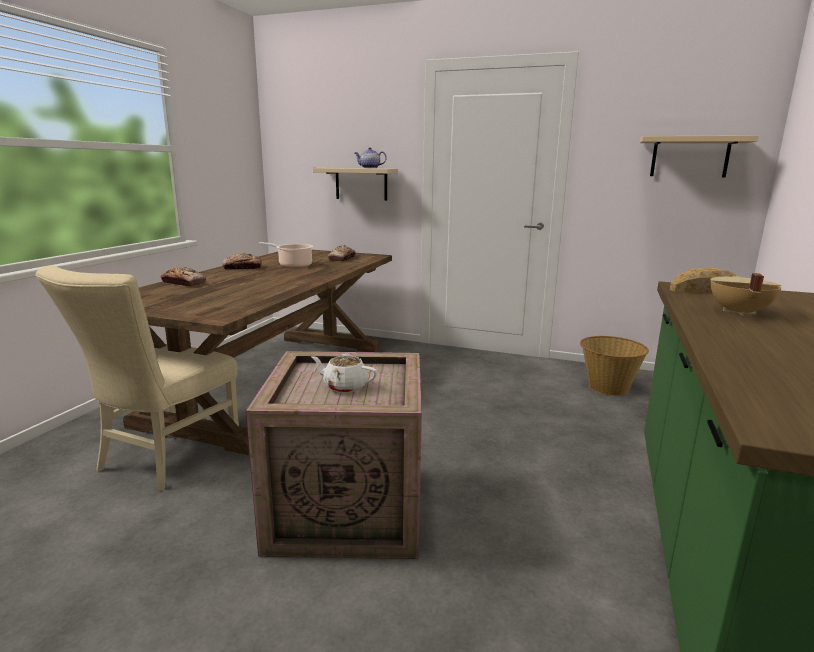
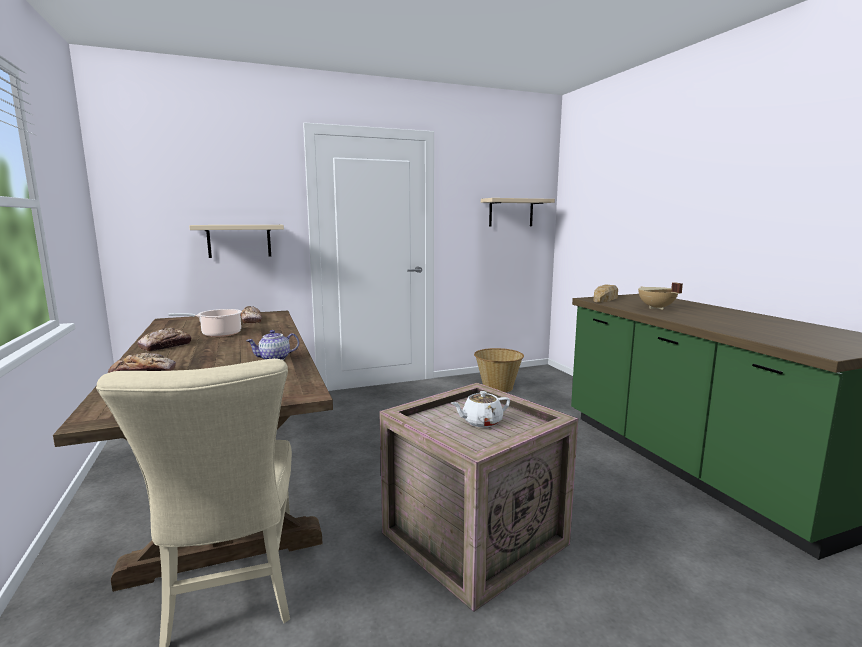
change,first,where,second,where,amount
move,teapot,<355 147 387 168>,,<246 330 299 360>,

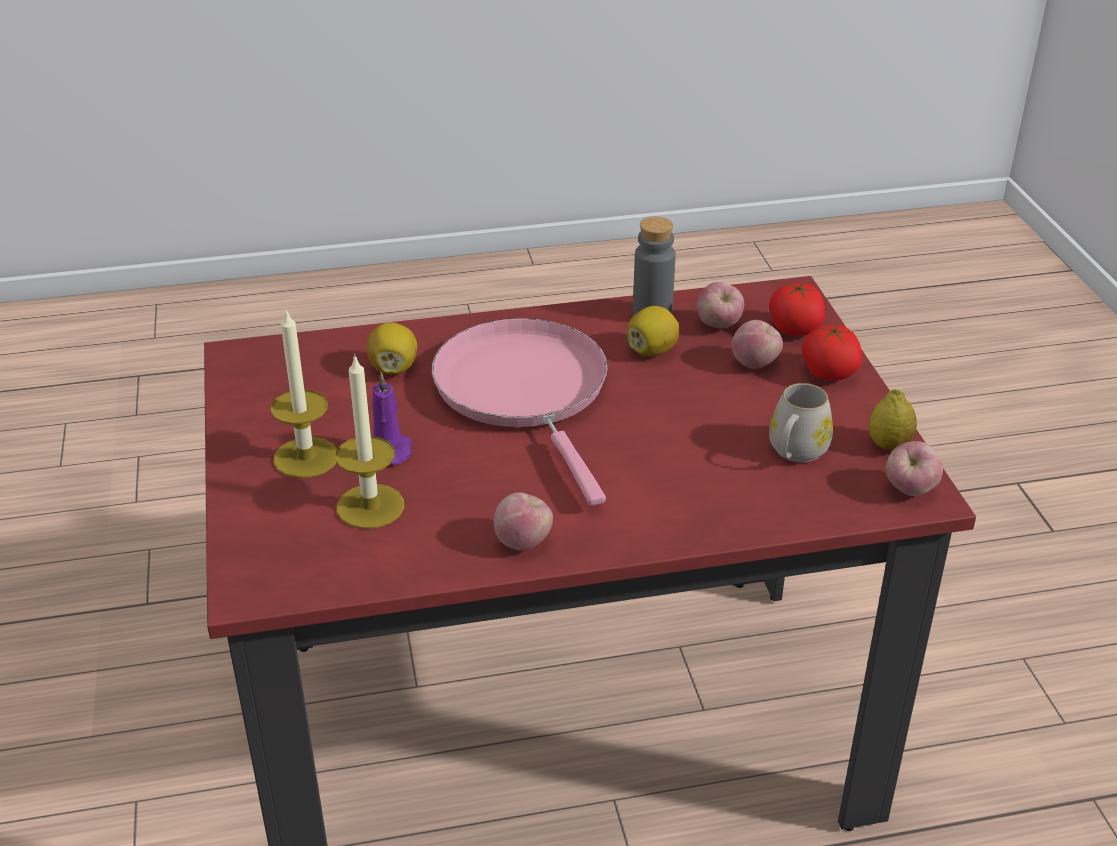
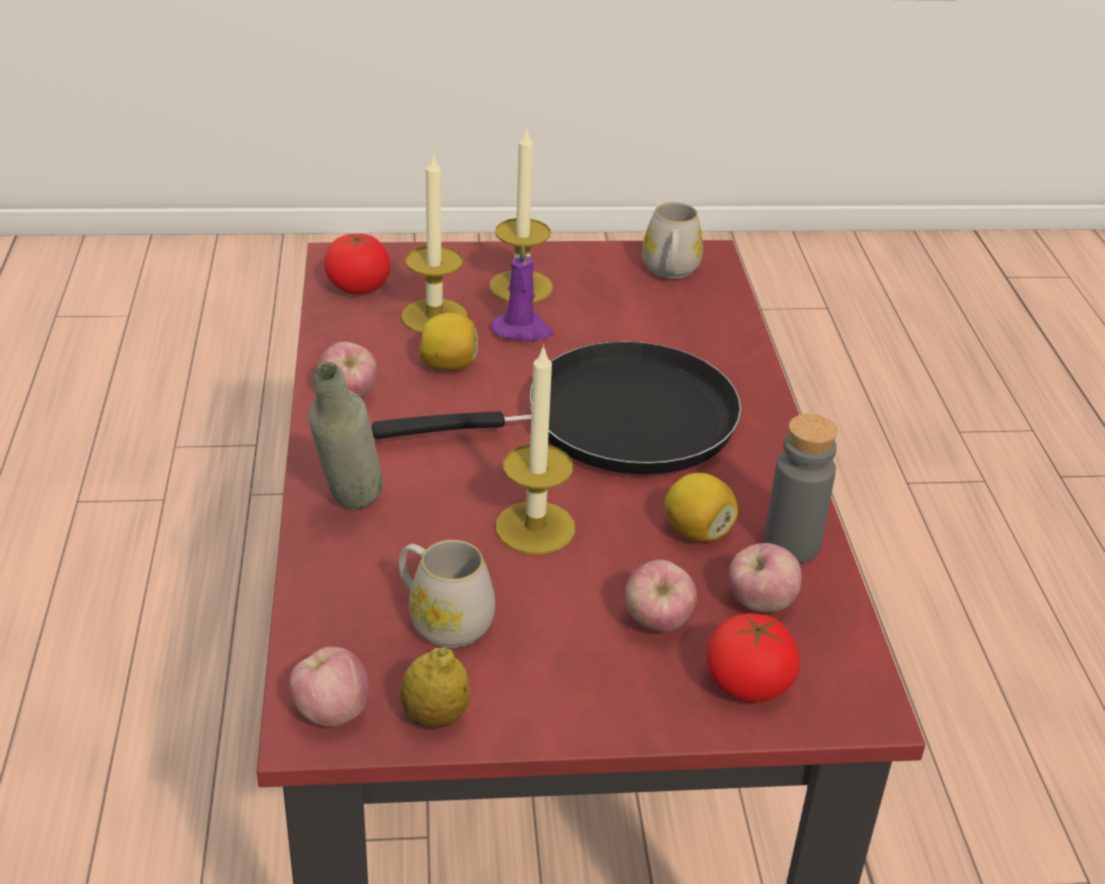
change,first,where,second,where,amount
insert,,,bottle in grey,<309 362 383 509>,
move,tomato,<802 323 862 380>,,<324 234 390 294>,
recolor,frying pan in pink,<431 318 608 506>,frying pan in black,<372 341 742 475>,
move,lemon,<367 322 417 375>,,<419 313 478 371>,
insert,,,candle,<496 344 575 554>,
insert,,,mug in white,<642 202 703 279>,

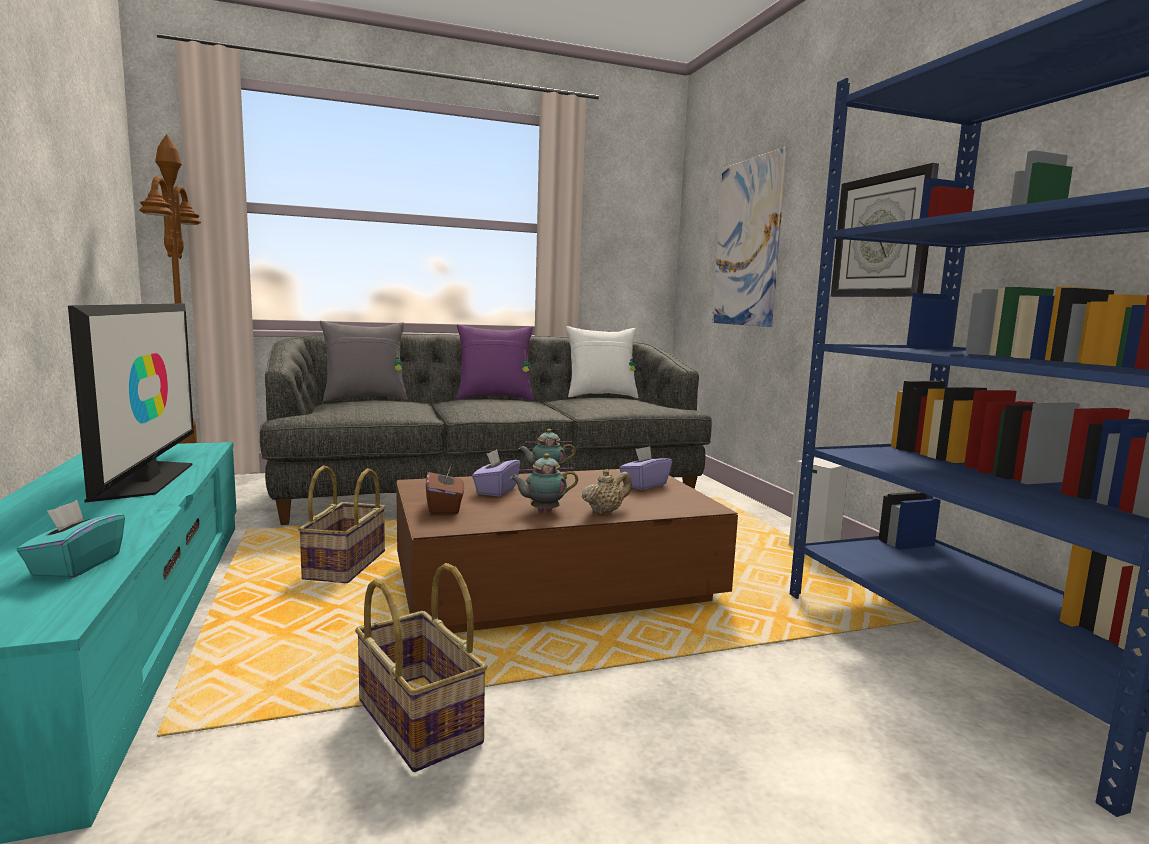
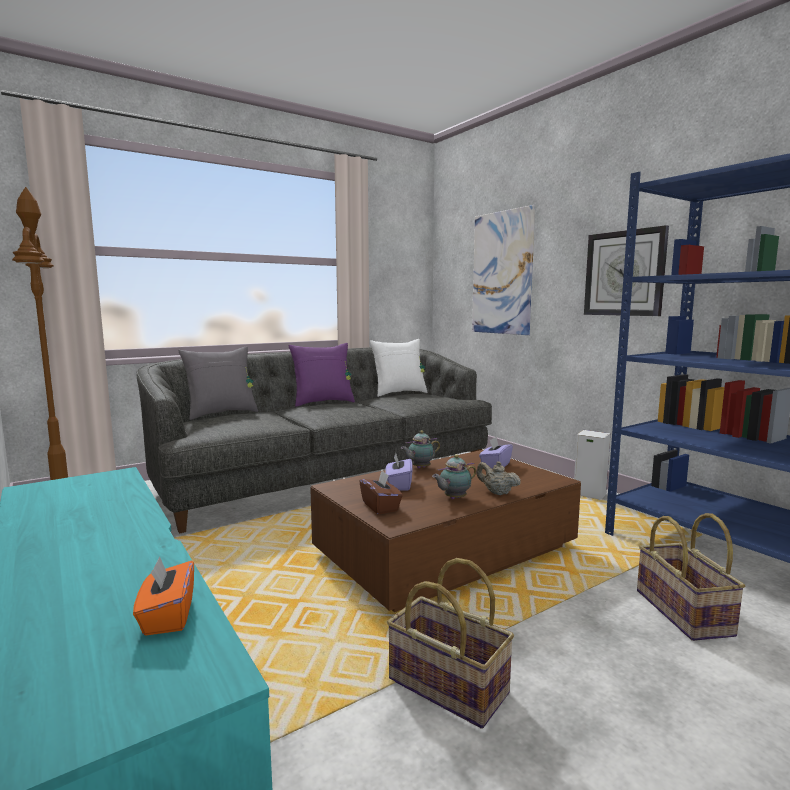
change,first,where,second,where,amount
recolor,tissue box in turquoise,<17 500 125 579>,tissue box in orange,<133 556 194 636>,
rotate,teapot in beige,<582 469 632 514>,,<476 461 521 495>,90 degrees counterclockwise
move,basket,<298 465 386 583>,,<637 513 745 641>,
delete,television,<68 303 194 503>,,,

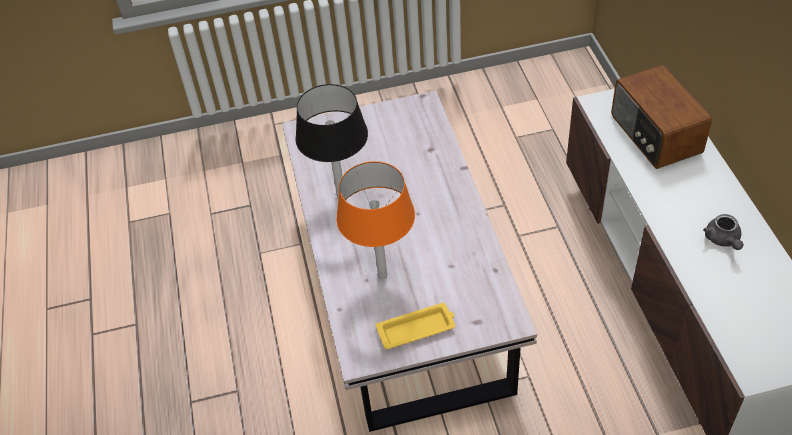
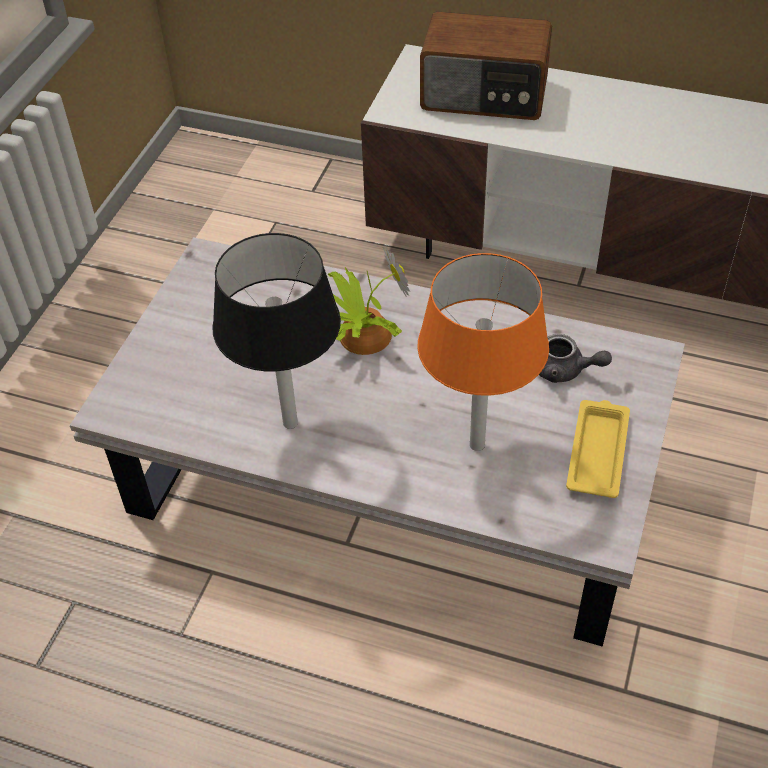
change,first,where,second,where,amount
insert,,,potted plant,<328 247 410 355>,
move,teapot in grey,<703 214 743 250>,,<539 334 612 383>,

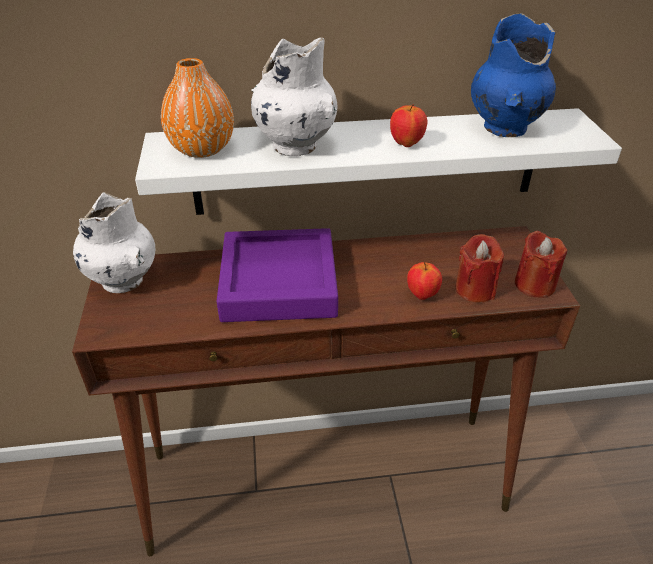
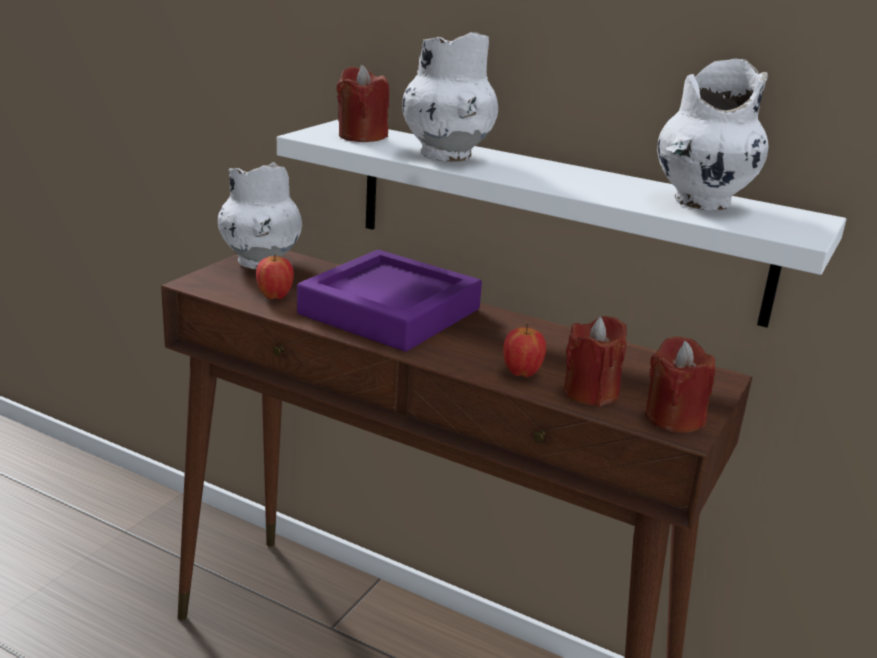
change,first,where,second,where,amount
move,apple,<390 104 427 147>,,<256 254 294 299>,
replace,vase in orange,<161 58 234 158>,candle in red,<337 65 389 142>,
recolor,vase in blue,<471 13 556 137>,vase in white,<657 59 768 210>,

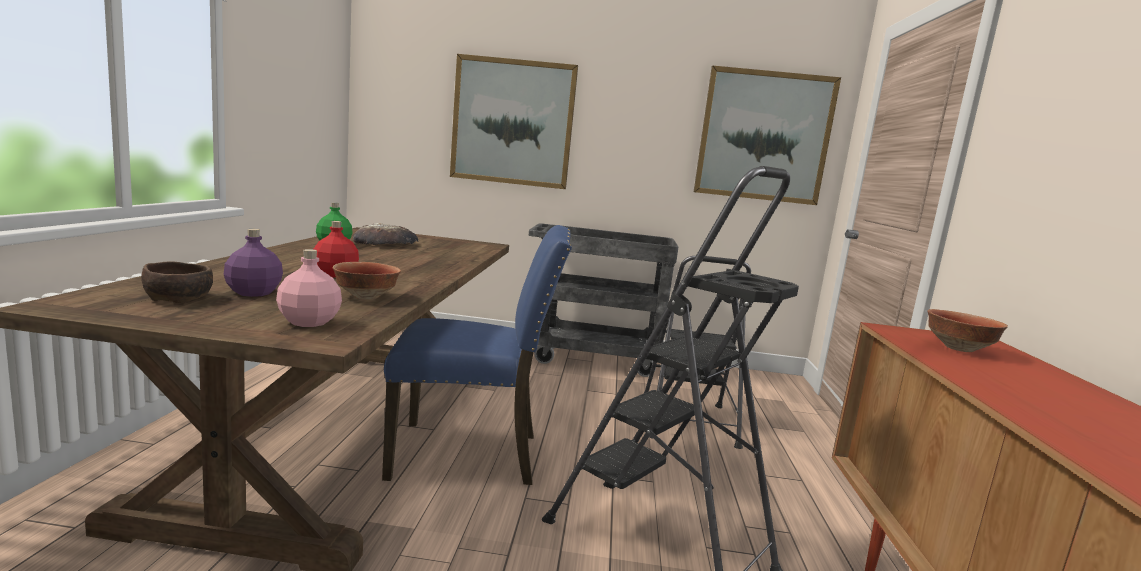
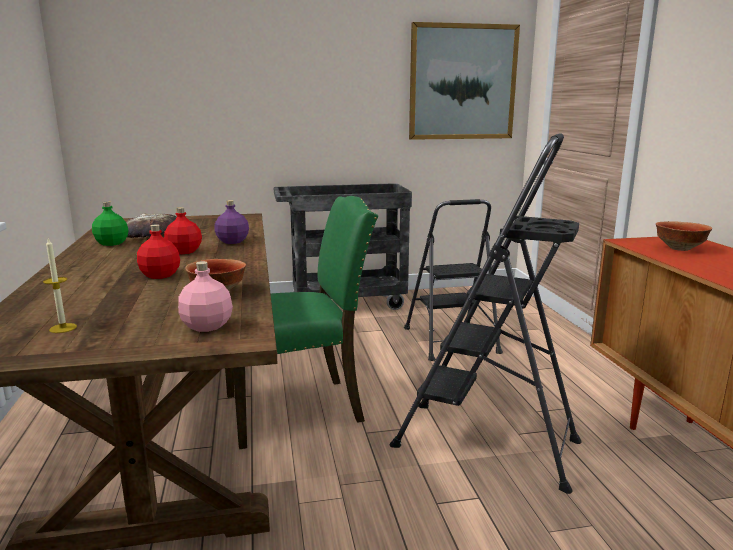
change,first,where,second,where,amount
replace,bowl in brown,<141 261 213 303>,candle,<43 239 77 333>,
insert,,,bottle in red,<164 207 202 254>,
move,bottle in purple,<224 229 283 297>,,<214 200 249 244>,
recolor,chair in blue,<382 225 572 485>,chair in green,<225 196 378 449>,
delete,picture,<450 54 578 189>,,,

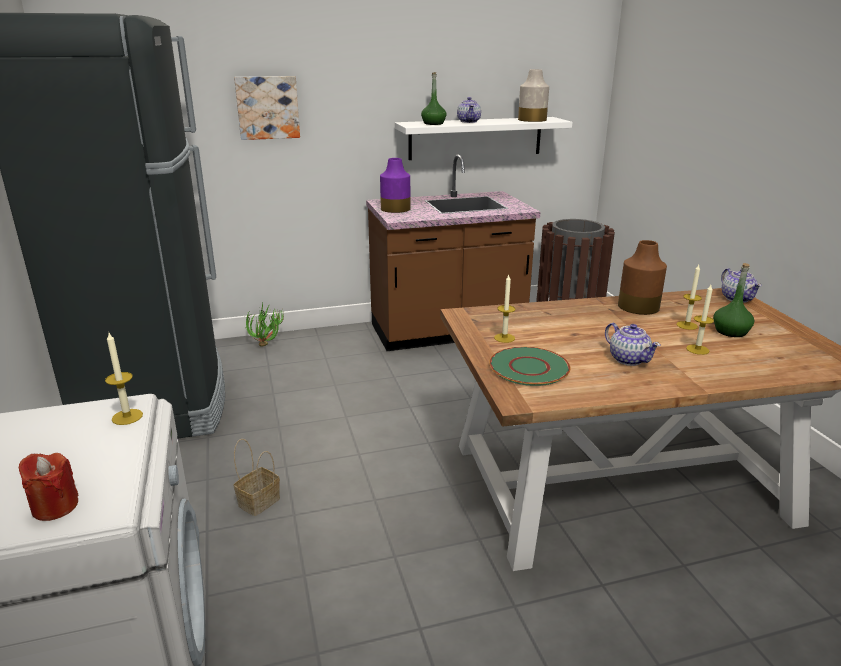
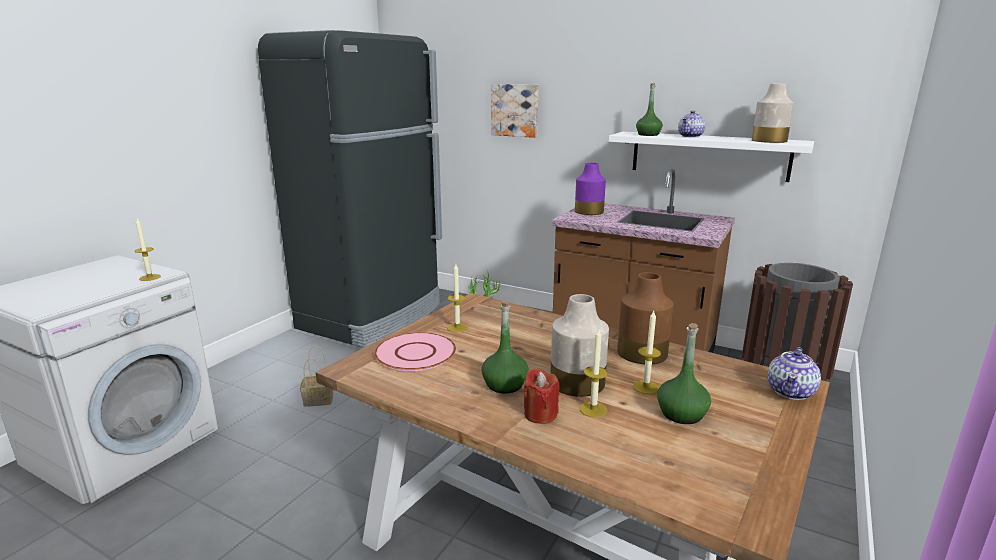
change,first,where,second,where,amount
recolor,plate in green,<489 347 570 386>,plate in pink,<374 332 456 371>,
replace,teapot,<605 323 661 366>,bottle in green,<481 301 529 394>,
move,candle in red,<19 453 78 521>,,<524 368 559 424>,
insert,,,vase in beige,<550 294 609 397>,

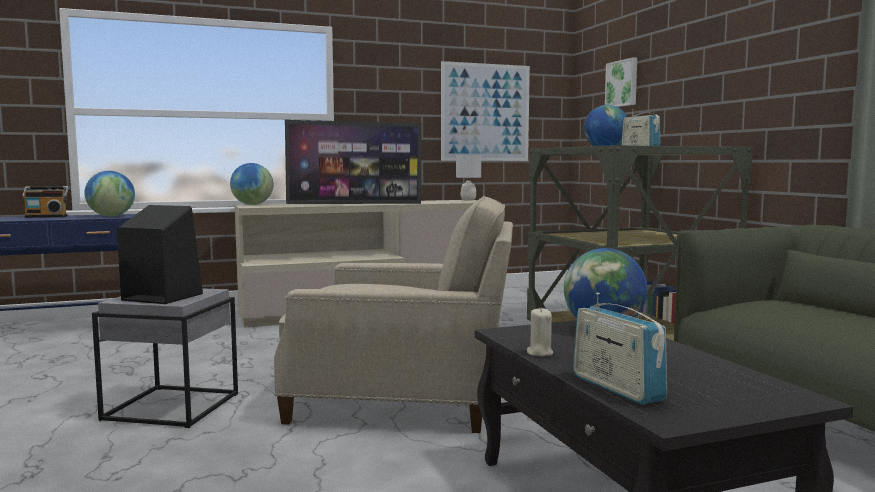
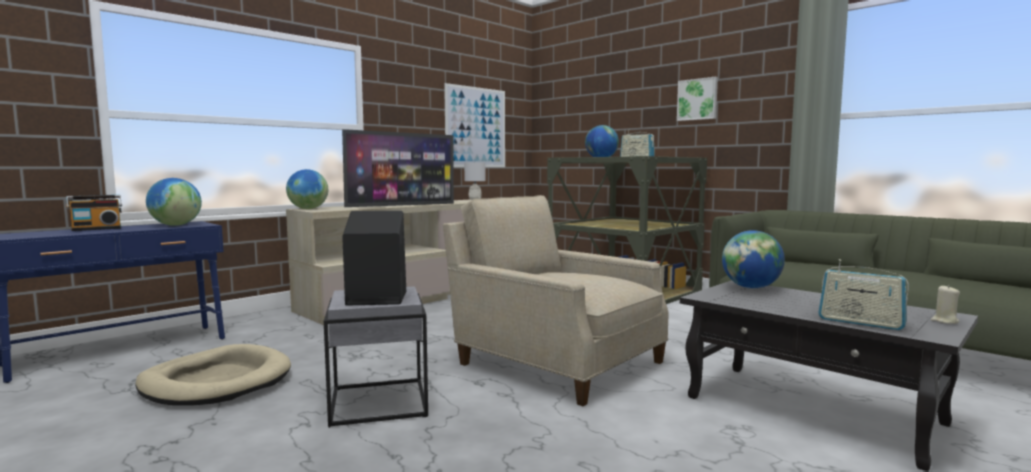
change,first,where,second,where,amount
insert,,,dog bed in beige,<135 344 291 406>,
rotate,armchair in beige,<274 196 513 433>,,<443 195 669 406>,120 degrees counterclockwise
move,picture,<605 57 637 107>,,<677 77 718 121>,
move,candle in beige,<527 308 553 356>,,<931 285 960 324>,

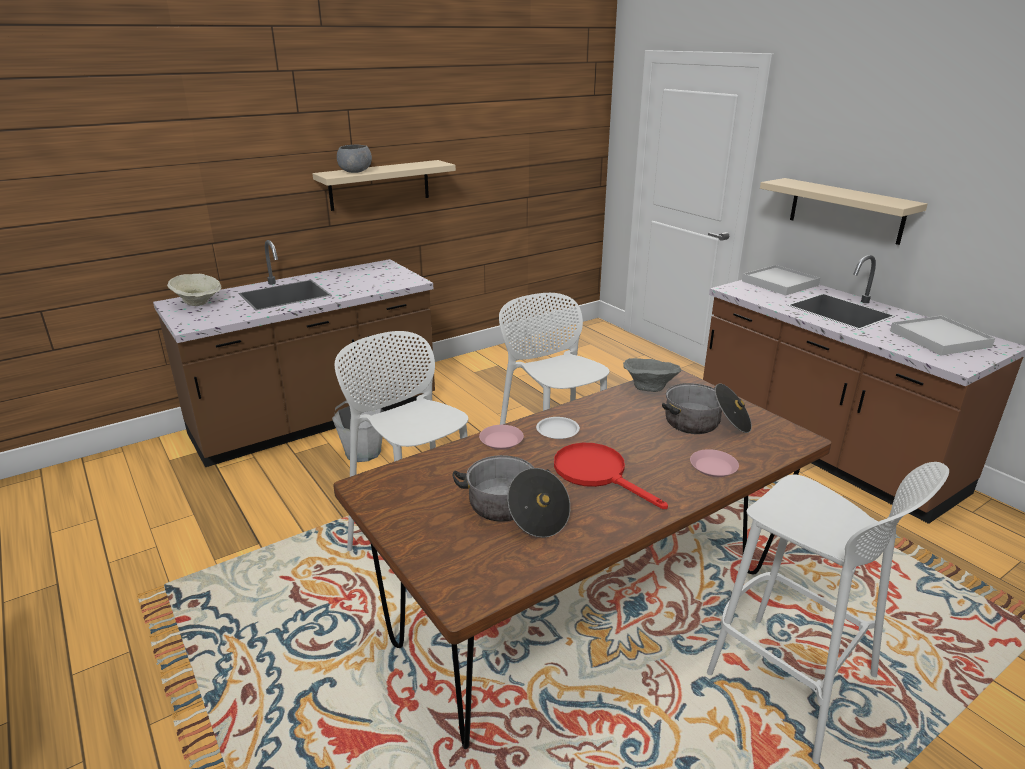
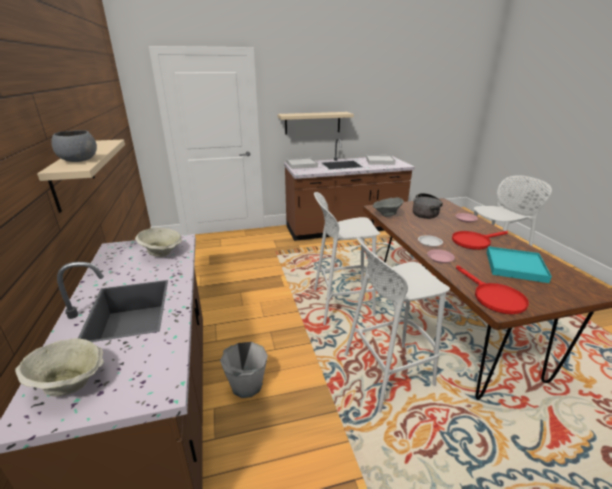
change,first,where,second,where,amount
insert,,,bowl in beige,<135 227 182 257>,
insert,,,frying pan in red,<456 265 529 314>,
replace,cooking pot,<452 455 570 538>,tray in turquoise,<486 246 552 283>,

